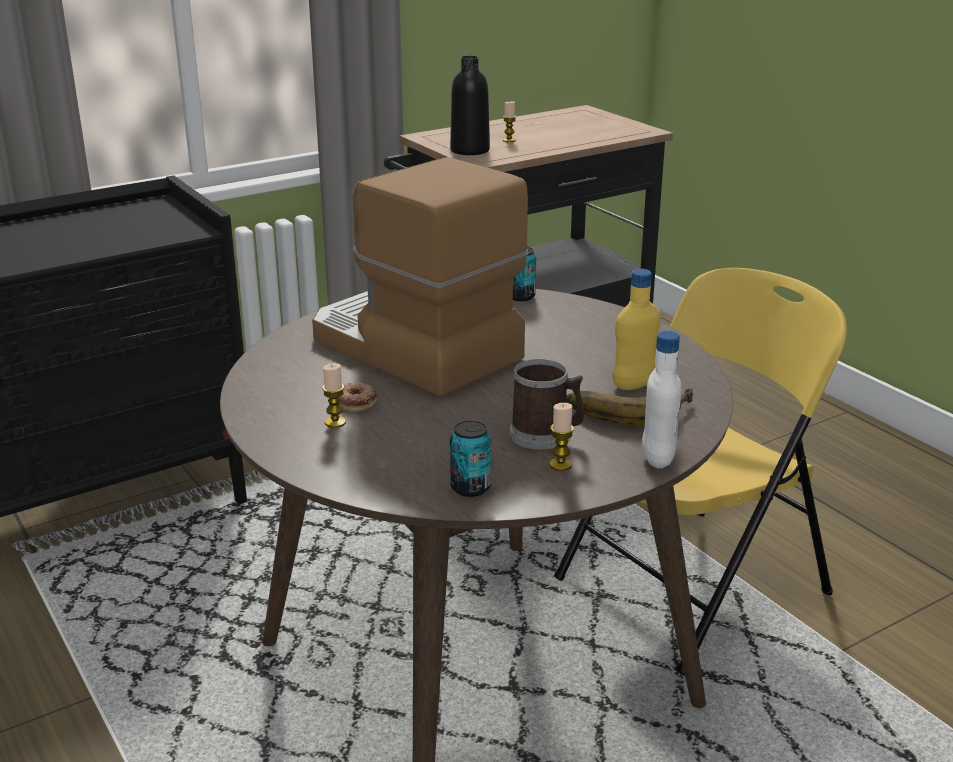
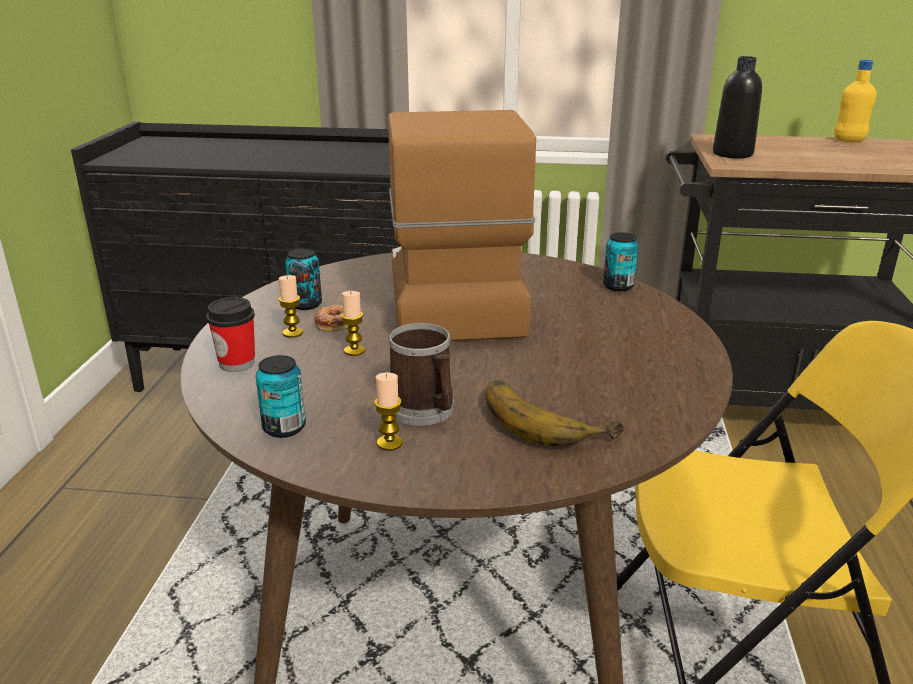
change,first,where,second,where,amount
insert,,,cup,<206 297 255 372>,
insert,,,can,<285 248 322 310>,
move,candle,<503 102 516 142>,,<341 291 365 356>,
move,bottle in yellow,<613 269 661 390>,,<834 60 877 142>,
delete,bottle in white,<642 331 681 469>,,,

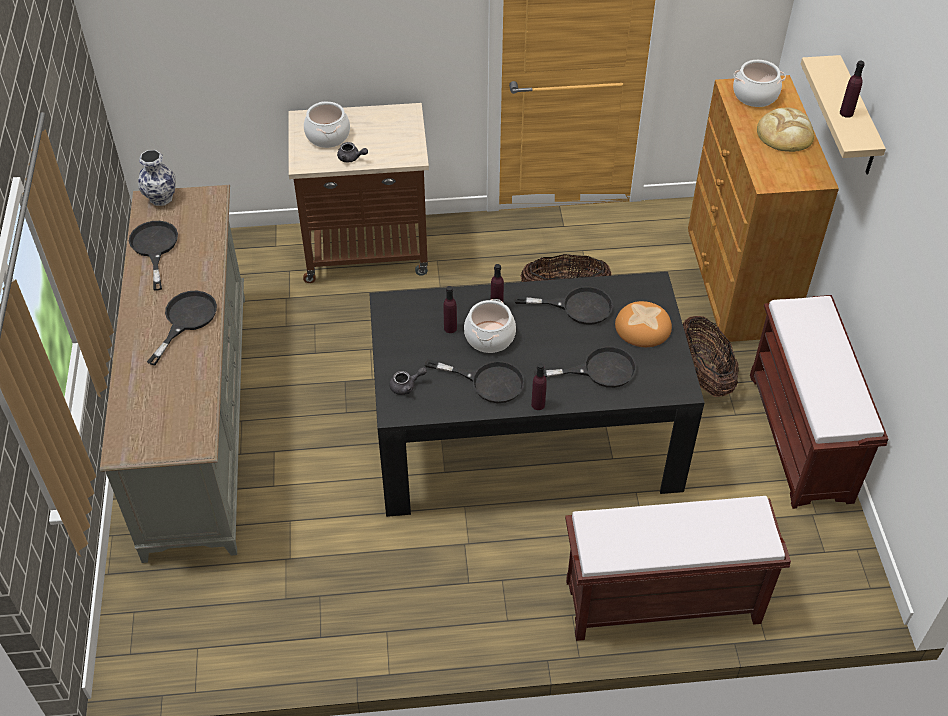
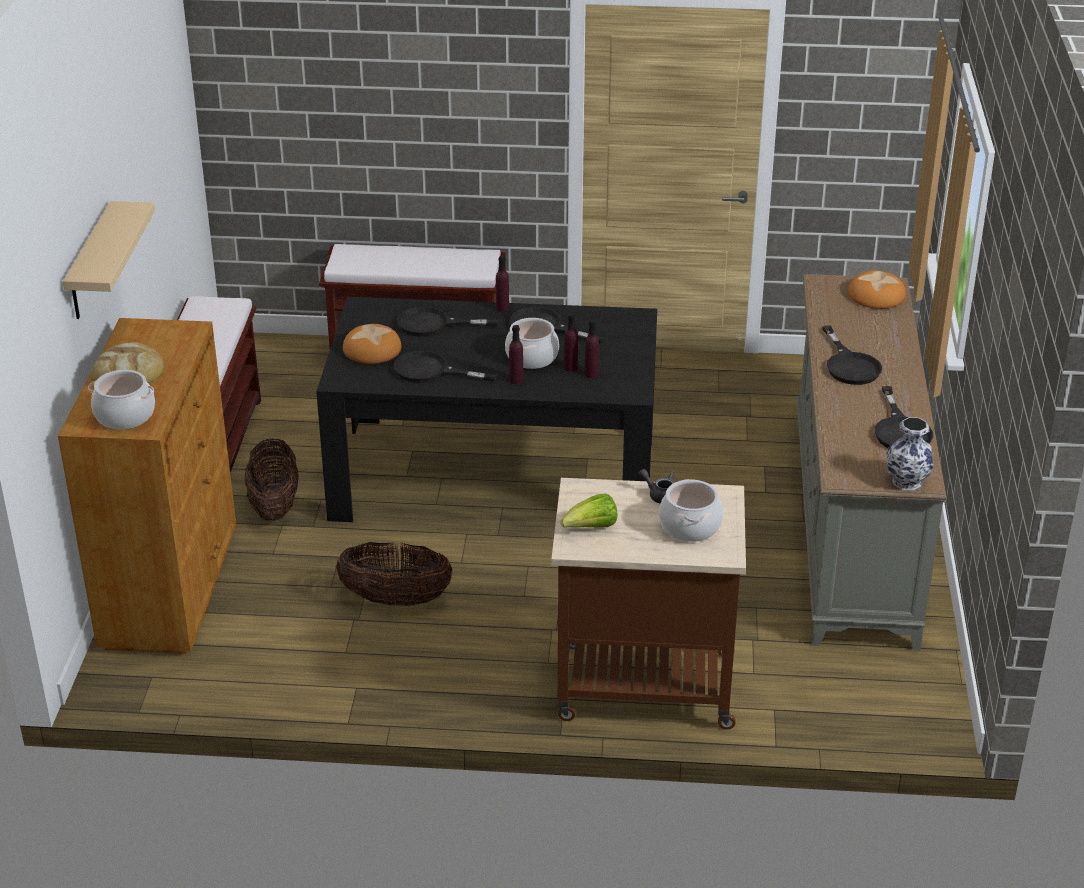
change,first,where,second,where,amount
insert,,,lettuce,<561 494 618 528>,
move,bottle in purple,<840 61 865 118>,,<585 319 599 378>,
rotate,frying pan in black,<147 291 217 365>,,<822 325 882 385>,45 degrees counterclockwise
insert,,,bread,<848 271 906 309>,
delete,teapot in grey,<389 367 427 395>,,,

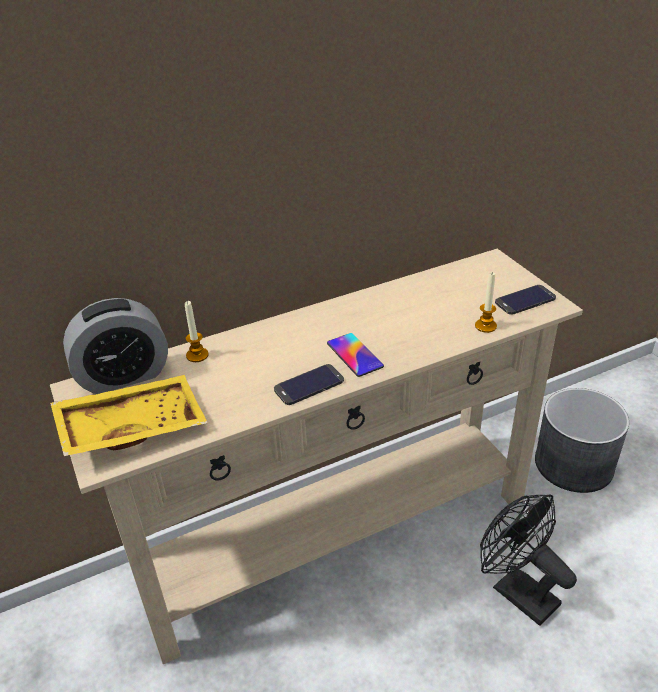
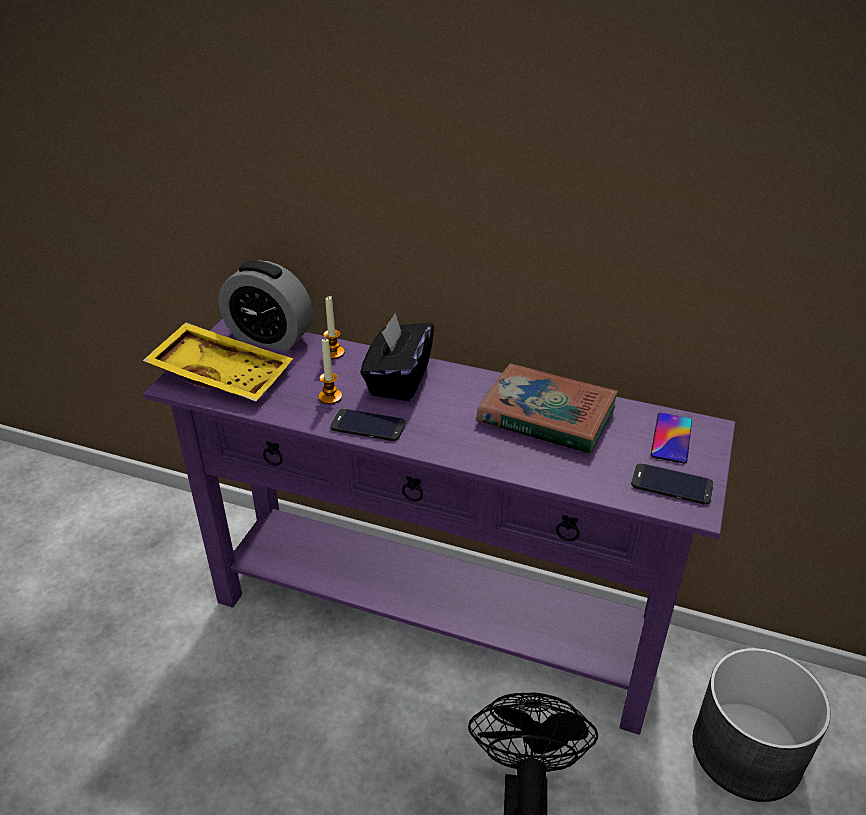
change,first,where,second,where,amount
recolor,console table in beige,<50 249 583 664>,console table in purple,<143 318 735 735>,
move,candle,<475 272 497 333>,,<318 339 342 404>,
insert,,,tissue box in black,<361 313 434 401>,
insert,,,book,<477 363 618 454>,
move,phone,<327 333 384 377>,,<651 413 692 464>,

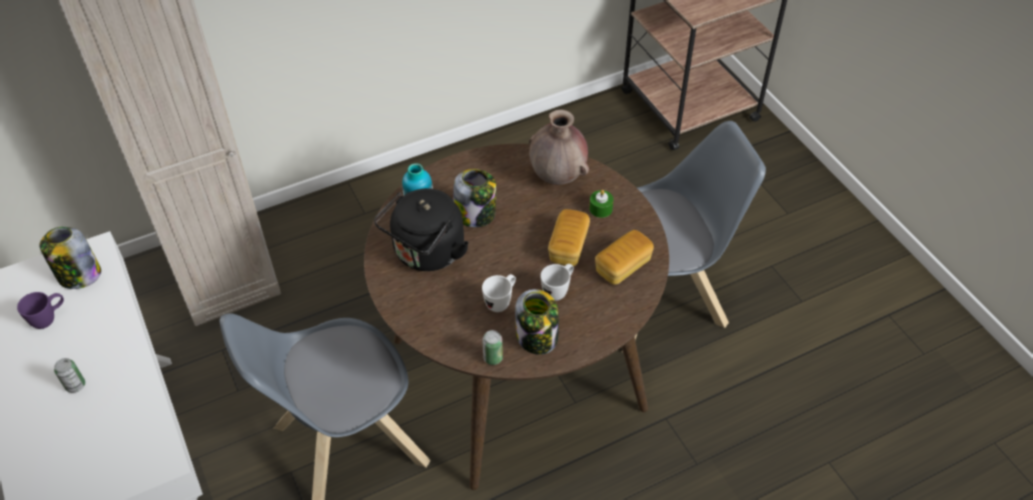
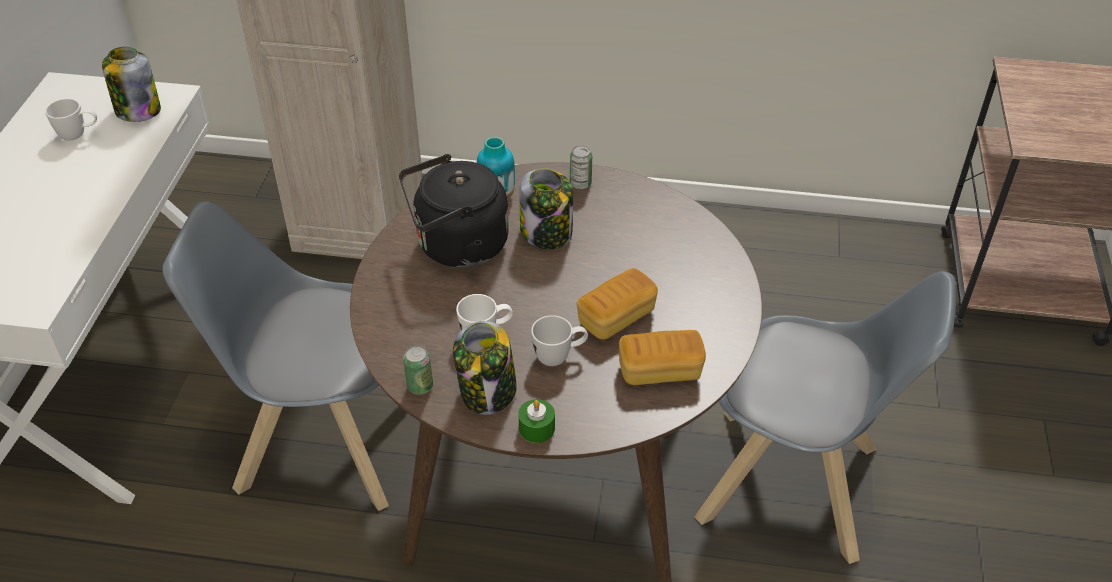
change,first,where,second,where,amount
recolor,mug in purple,<17 292 64 329>,mug in white,<45 98 97 141>,
move,candle in green,<589 190 613 218>,,<518 399 555 443>,
move,can,<54 358 85 393>,,<570 145 592 189>,
delete,vase in brown,<529 109 589 185>,,,

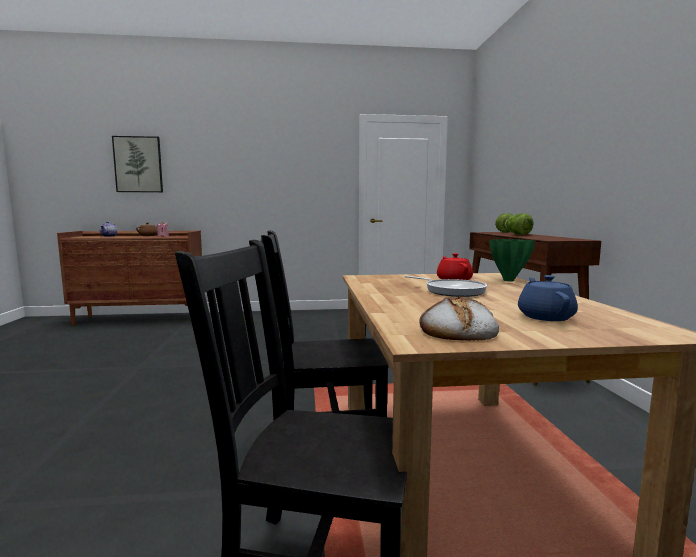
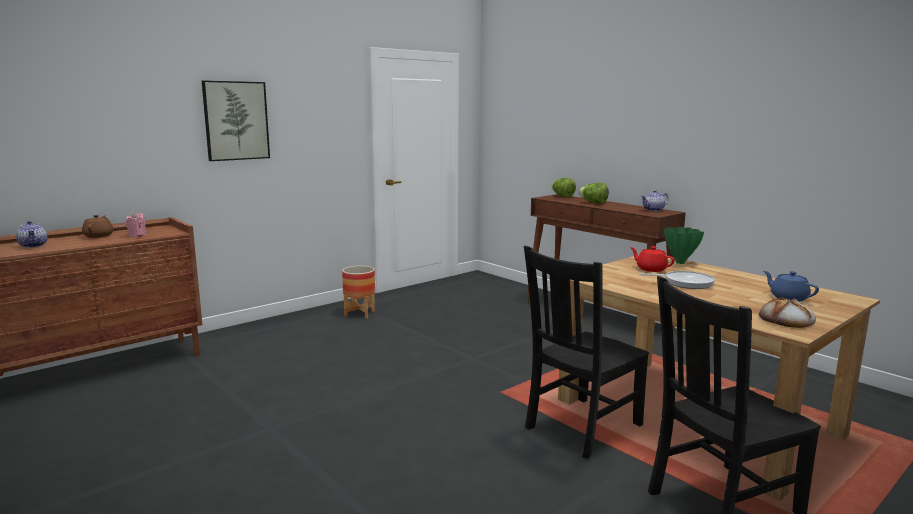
change,first,where,second,where,amount
move,picture,<112 136 163 192>,,<202 80 270 161>,
insert,,,planter,<342 266 375 319>,
insert,,,teapot,<641 190 669 211>,

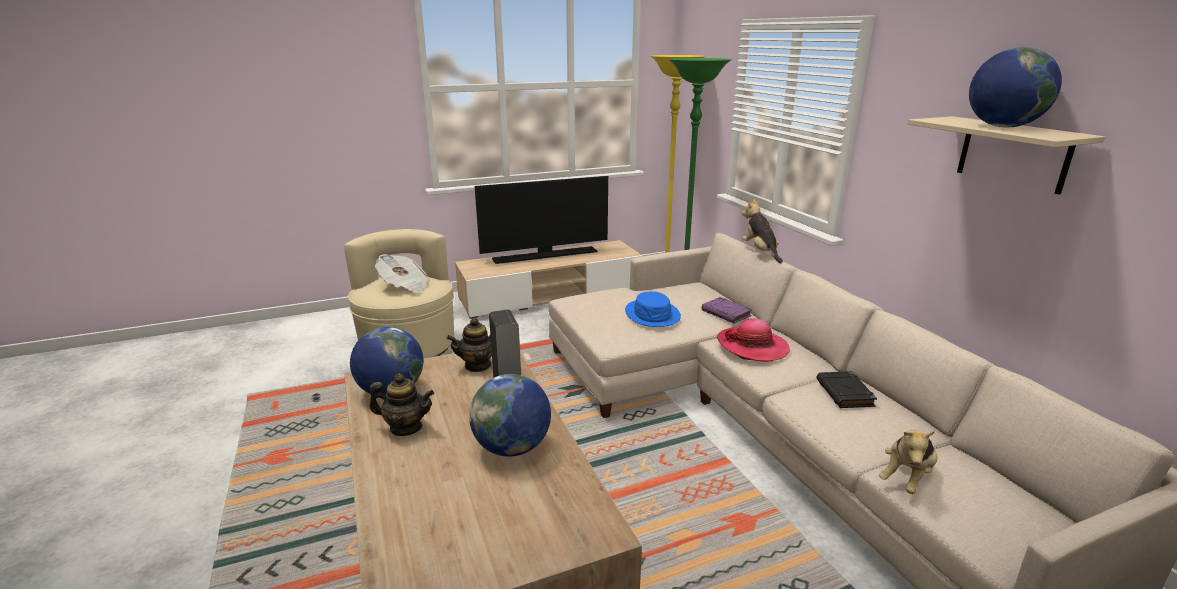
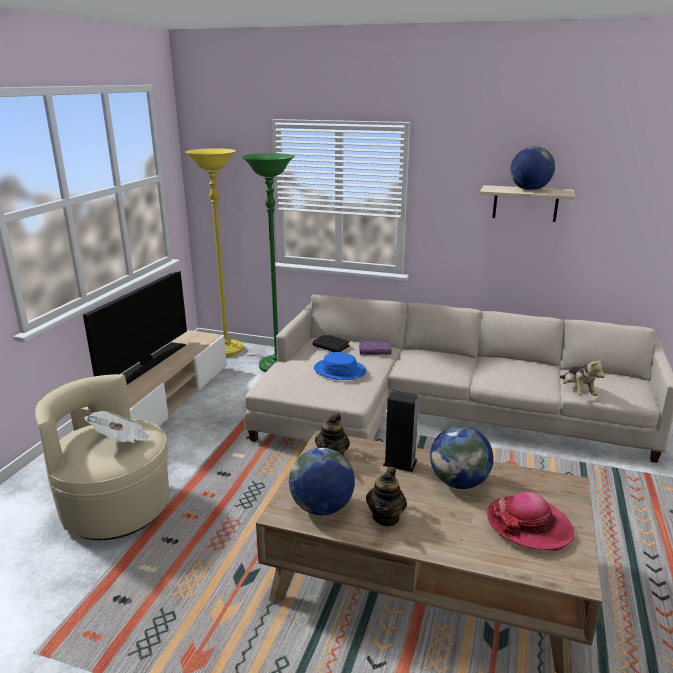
change,first,where,second,where,amount
move,book in black,<817 371 877 408>,,<312 334 350 352>,
rotate,teapot,<369 373 435 436>,,<366 467 407 526>,150 degrees clockwise
move,hat,<716 319 790 362>,,<487 492 574 551>,
delete,plush toy,<742 199 783 264>,,,

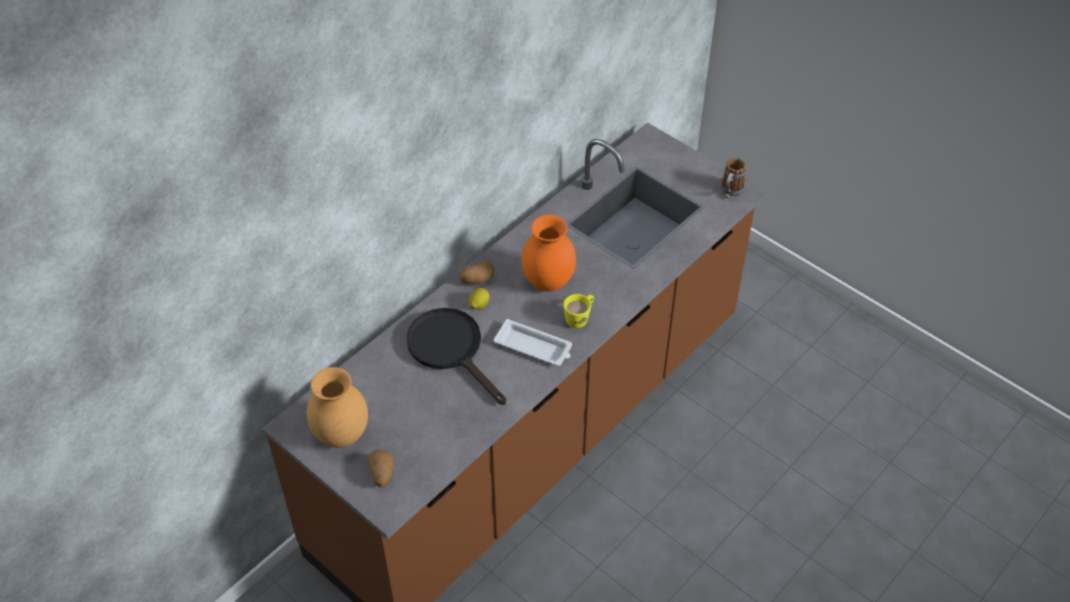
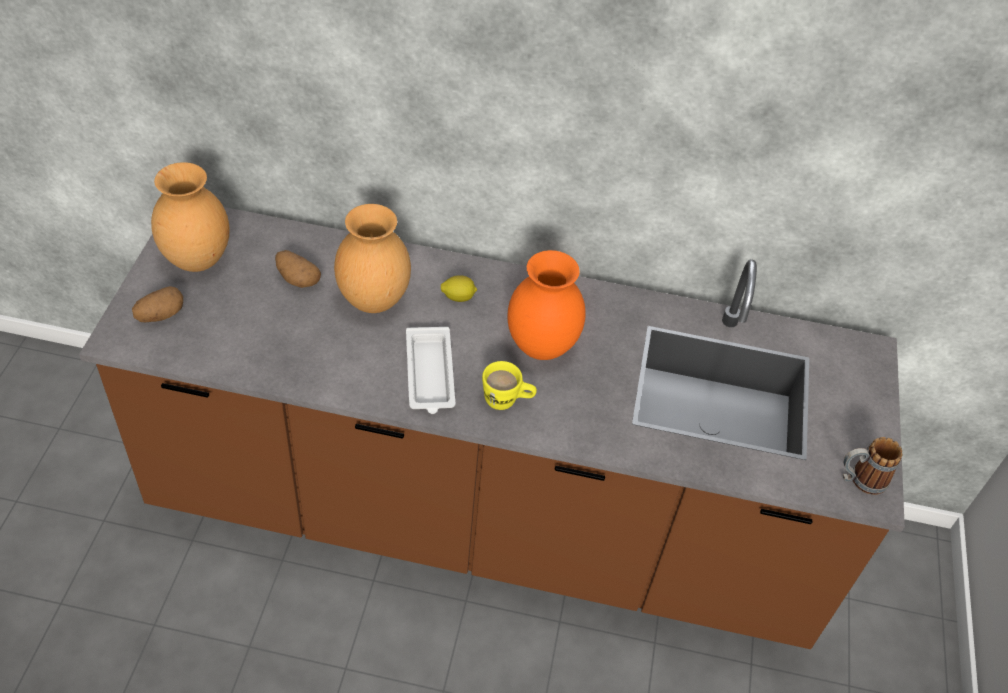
change,first,where,second,where,amount
move,potato,<459 261 495 284>,,<275 250 321 288>,
replace,frying pan in black,<406 308 506 405>,vase in brown,<334 204 411 313>,

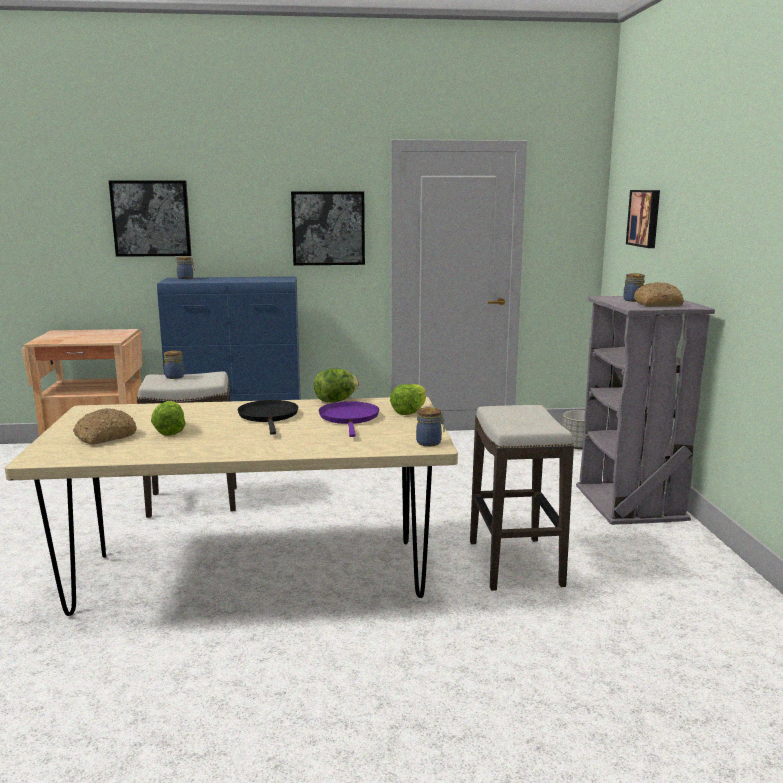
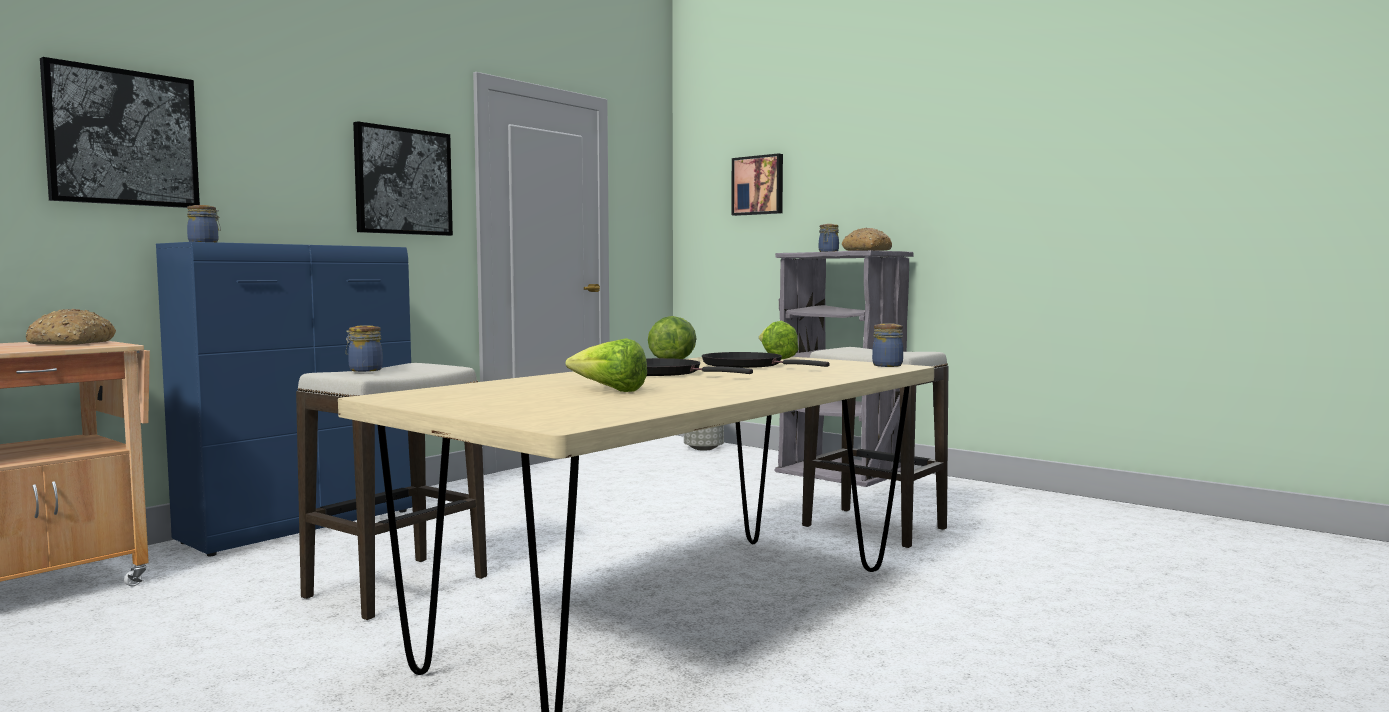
change,first,where,second,where,amount
move,bread,<73 408 137 445>,,<26 309 116 345>,
recolor,frying pan in purple,<319 401 379 437>,frying pan in black,<702 352 829 368>,

